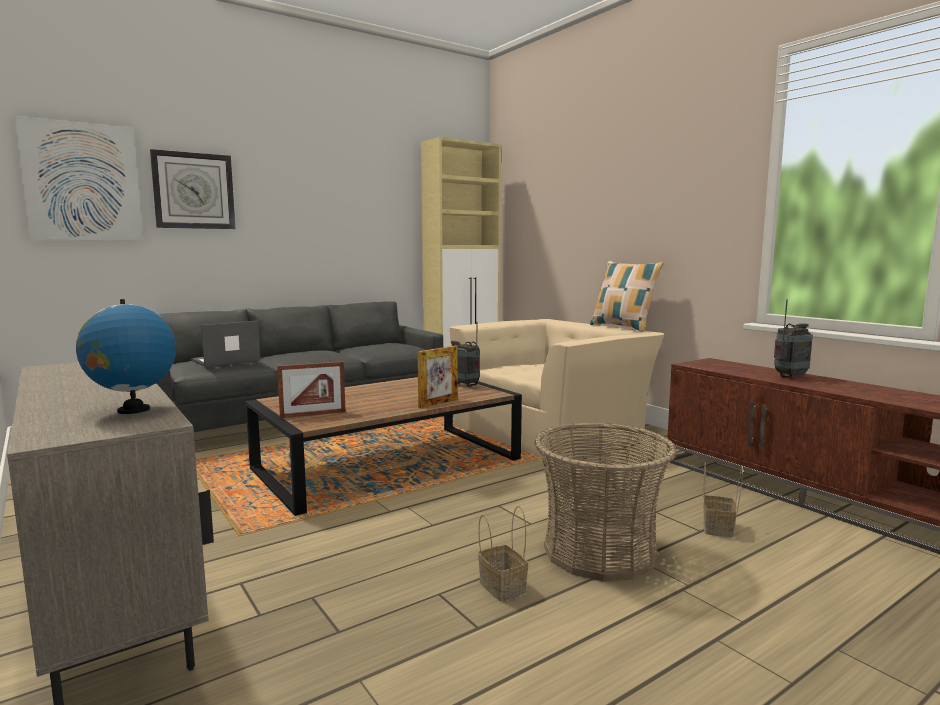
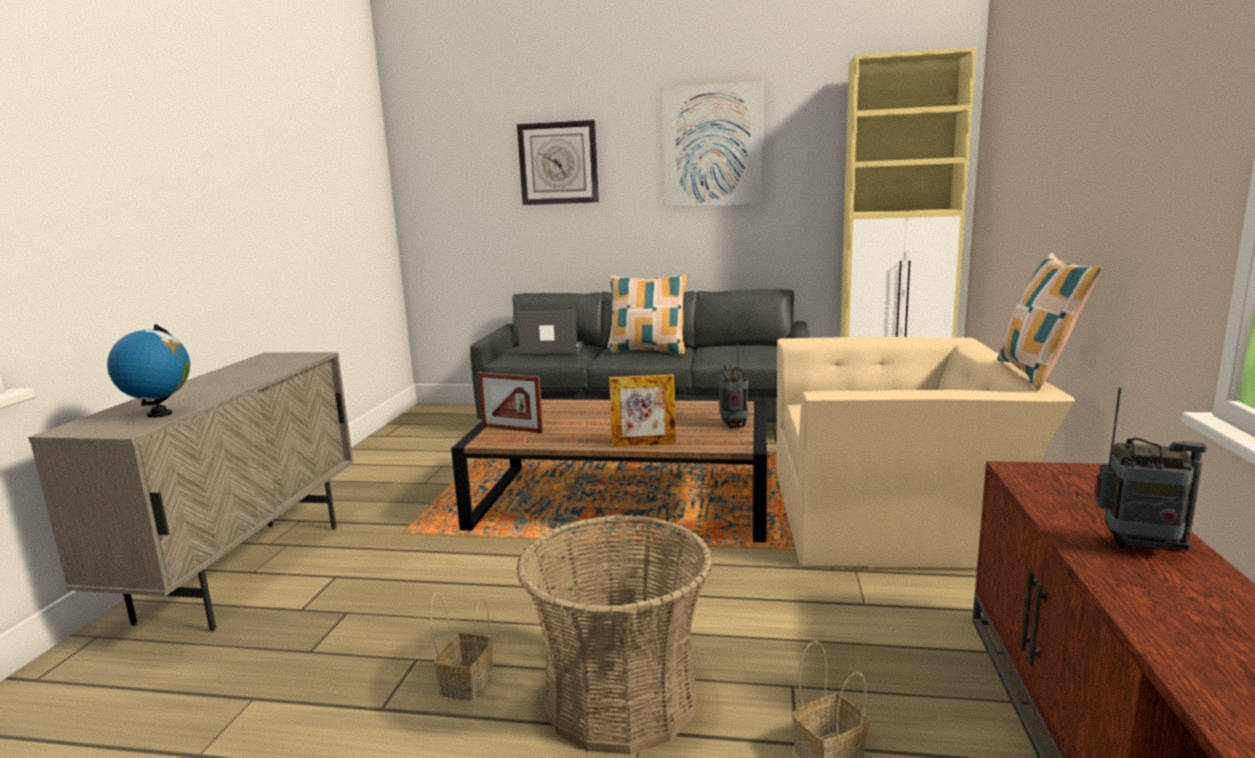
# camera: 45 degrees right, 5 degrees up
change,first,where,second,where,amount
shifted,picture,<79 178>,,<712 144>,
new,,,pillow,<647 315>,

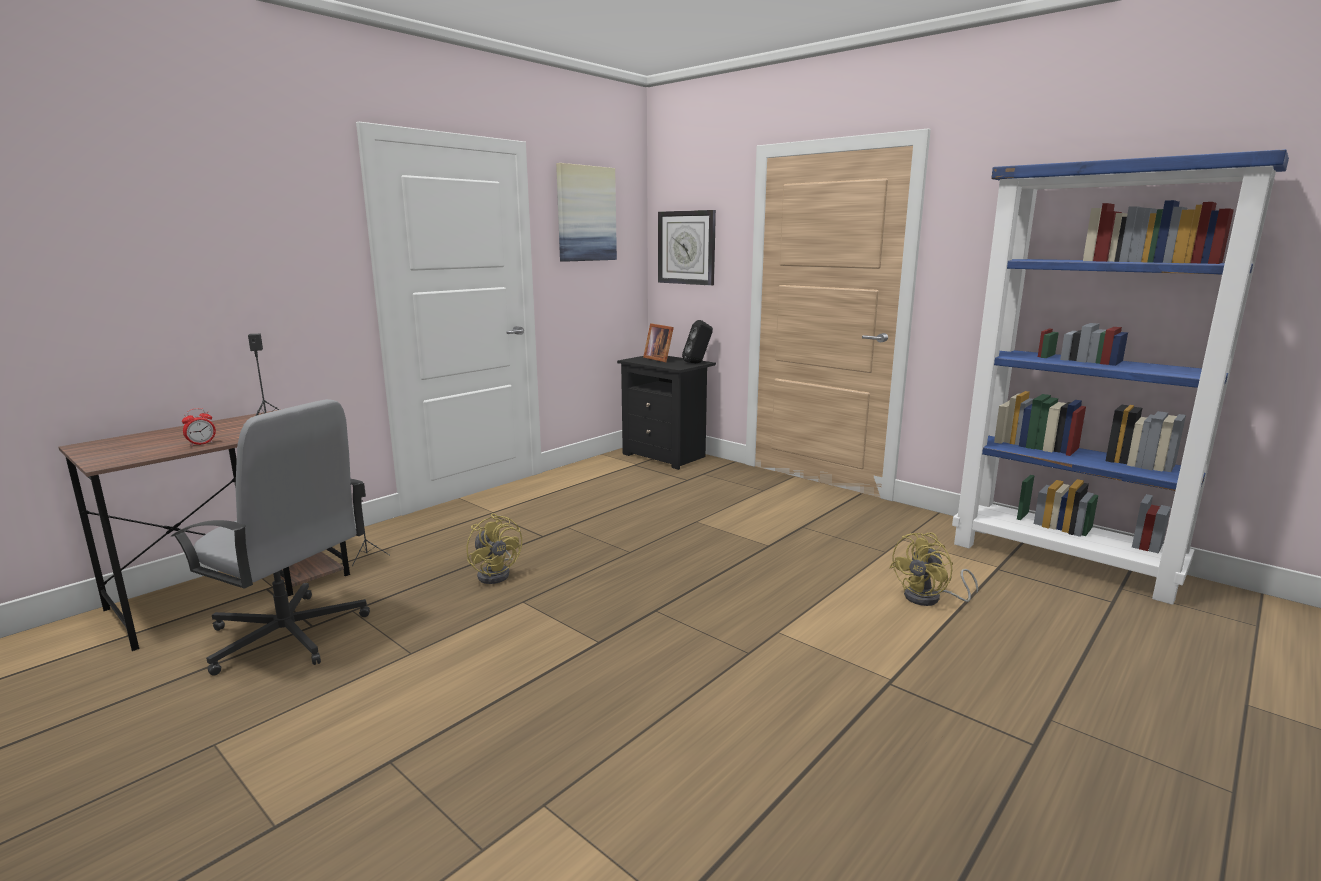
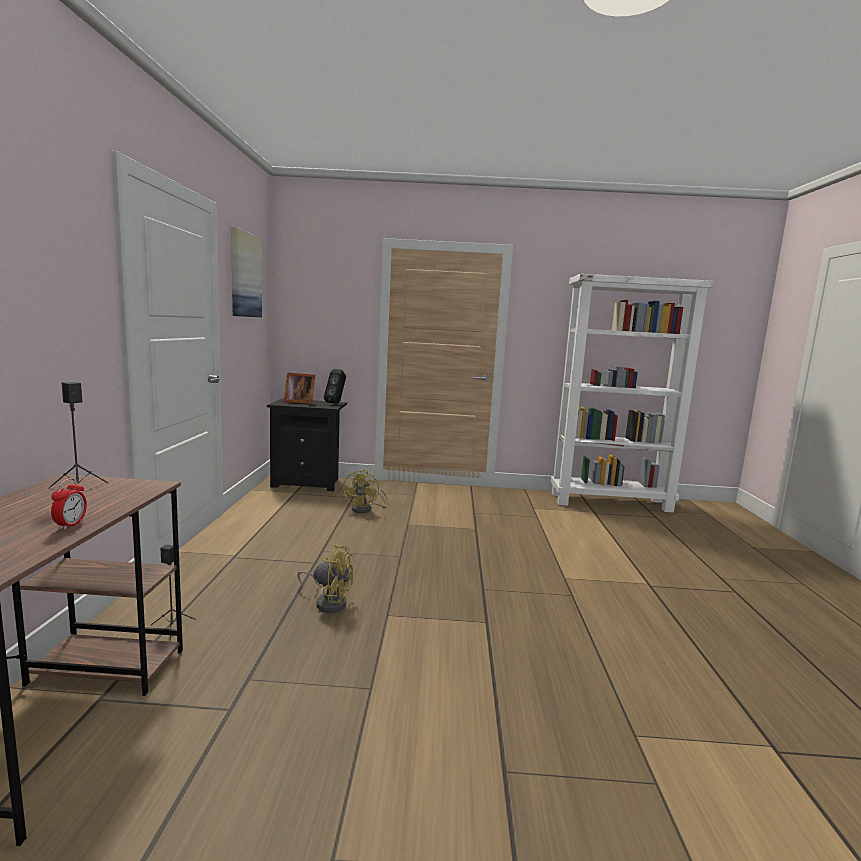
# camera: 40 degrees left, 5 degrees down
change,first,where,second,where,amount
gone,office chair/grey,<270 537>,,,
gone,wall clock,<687 248>,,,
shifted,fan/yellow,<933 569>,,<365 491>,
repainted,bookcase/blue,<1120 377>,bookcase/white,<633 393>,

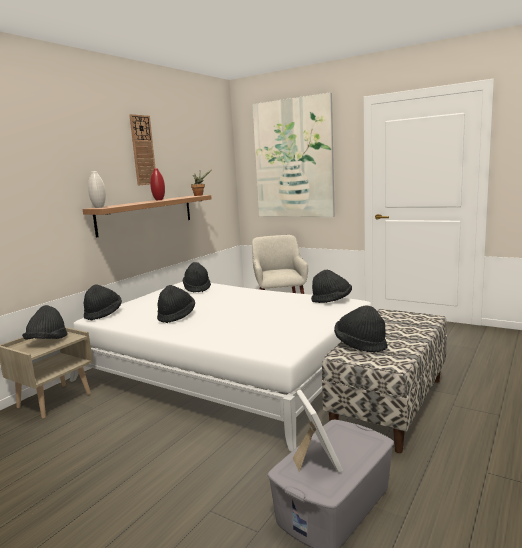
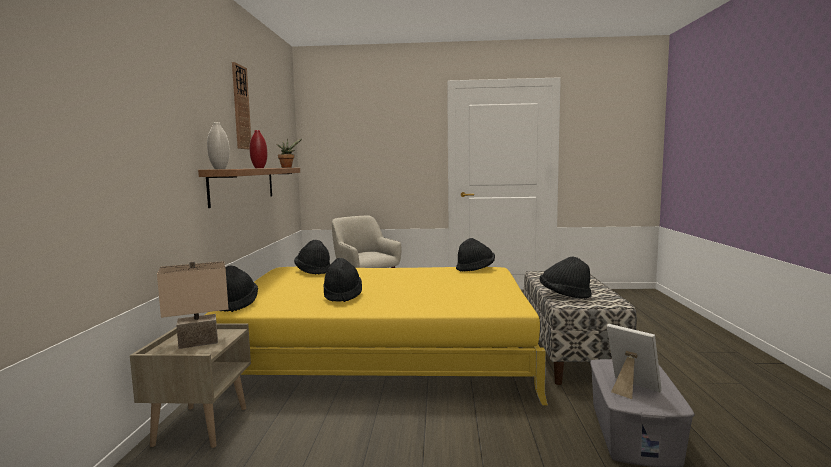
# camera: 30 degrees left, 5 degrees down
change,first,where,second,where,amount
swapped,hat/black,<45 322>,table lamp/beige,<193 305>,
repainted,bed/white,<221 367>,bed/yellow,<376 336>,
gone,picture,<293 154>,,,

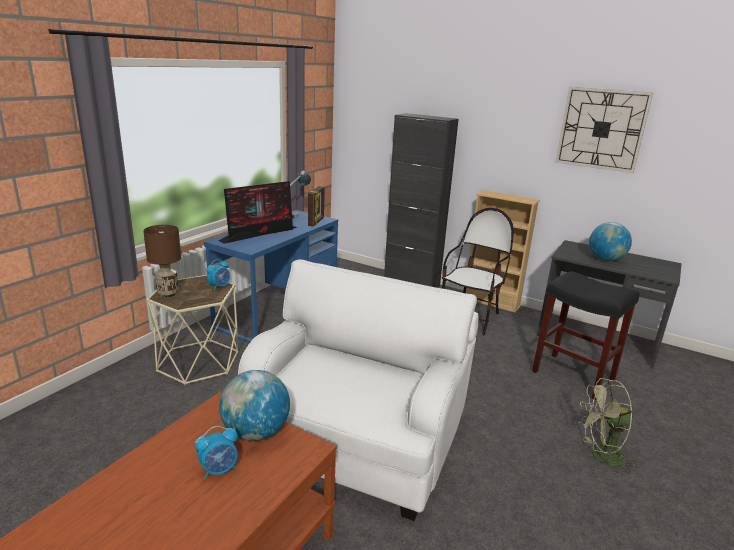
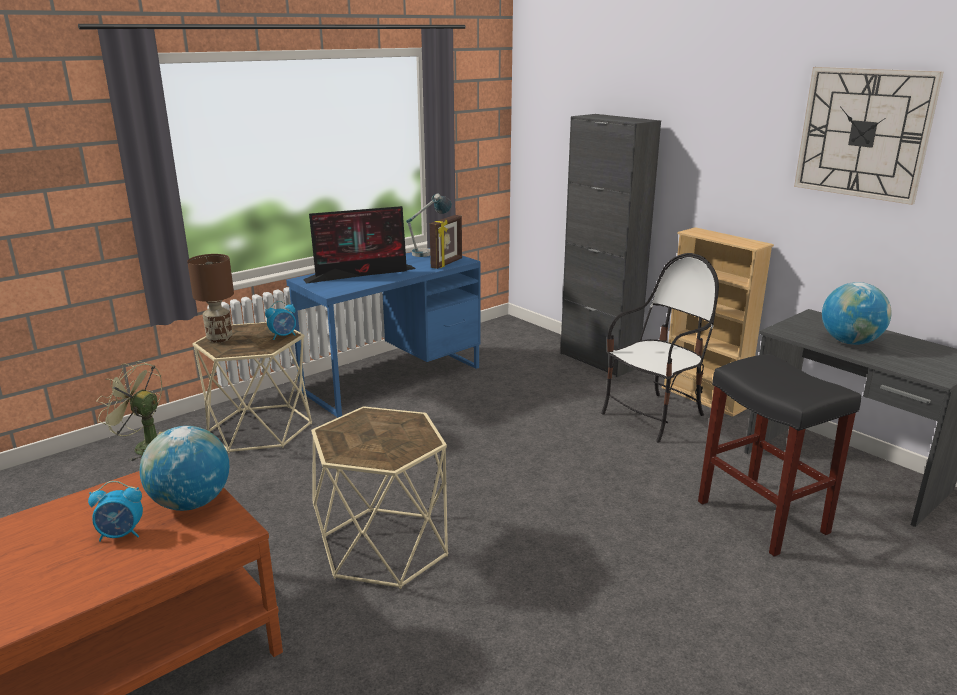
# camera: 20 degrees right, 0 degrees up
change,first,where,second,where,amount
swapped,armchair/white,<358 390>,side table/beige,<379 497>,
shifted,fan/green,<608 427>,,<129 411>,

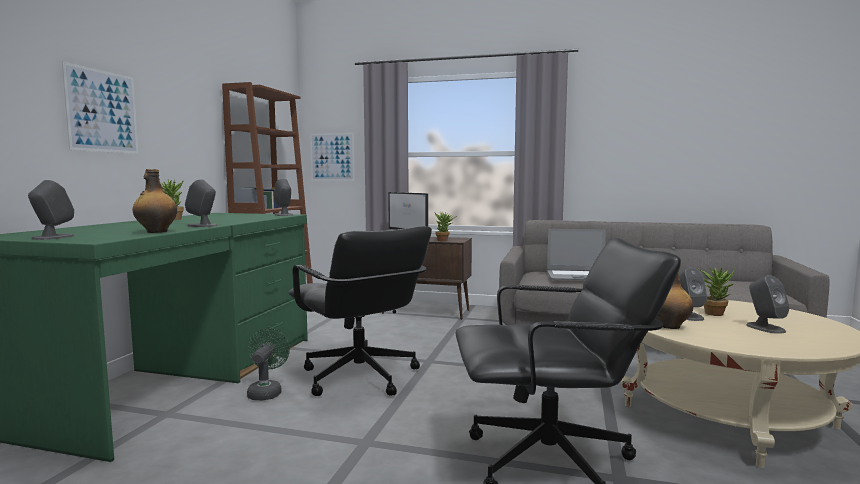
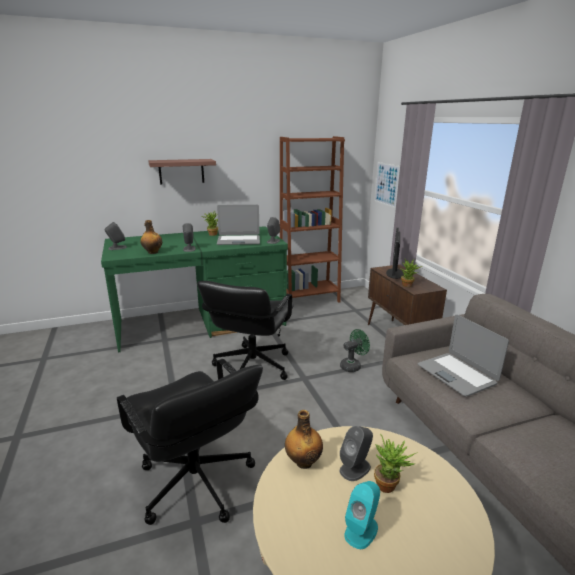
# camera: 55 degrees right, 15 degrees up
change,first,where,second,where,amount
swapped,picture,<100 108>,shelf,<182 172>,
shifted,fan/green,<268 364>,,<355 350>,
repainted,speaker/grey,<768 304>,speaker/turquoise,<362 515>,
new,,,laptop,<238 225>,

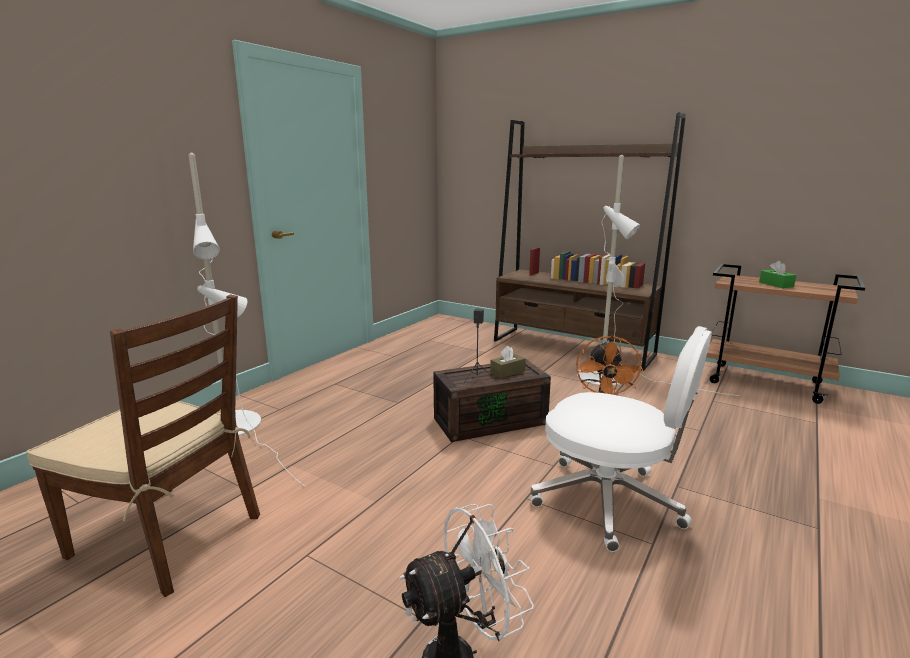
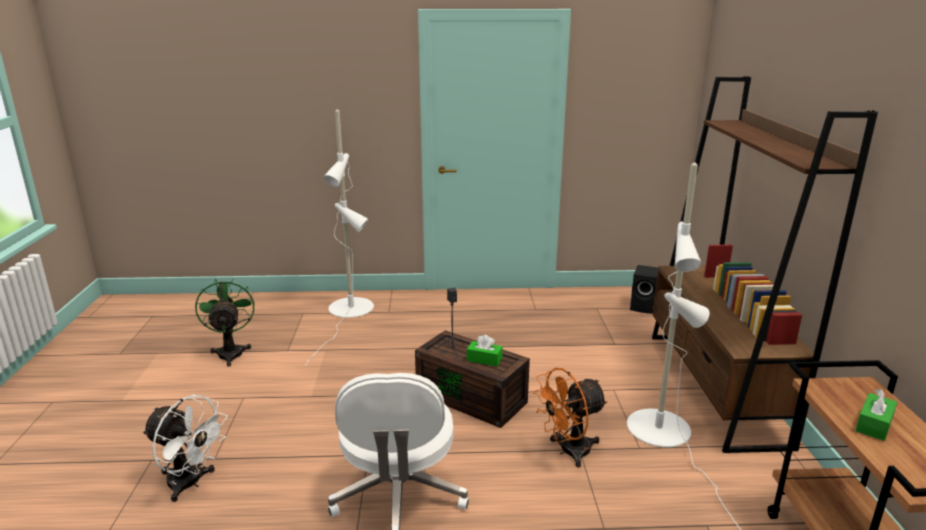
# camera: 55 degrees right, 5 degrees up
change,first,where,second,where,amount
swapped,chair/brown,<143 446>,fan/green,<225 323>,
repainted,tissue box/brown,<508 362>,tissue box/green,<485 350>,
new,,,speaker/black,<644 289>,

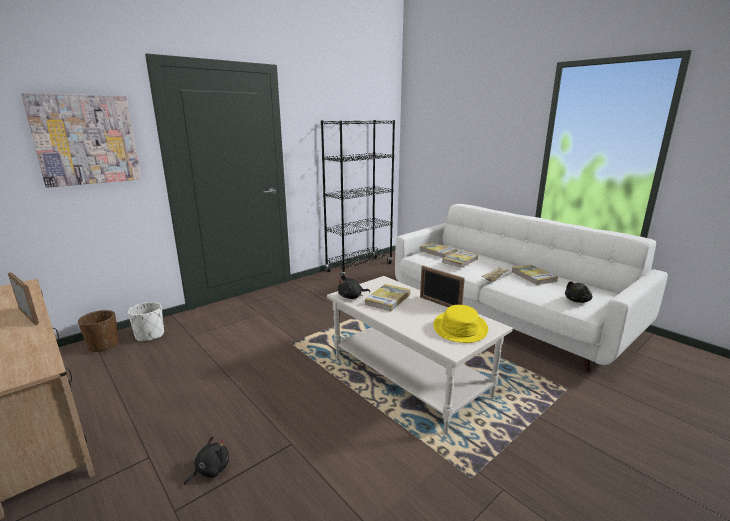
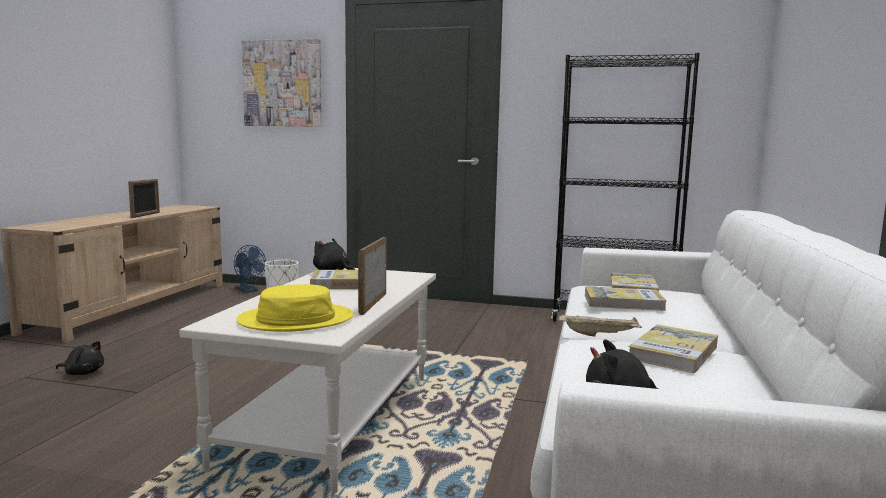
# camera: 55 degrees right, 10 degrees down
change,first,where,second,where,amount
swapped,planter/brown,<98 331>,fan/blue,<250 269>,

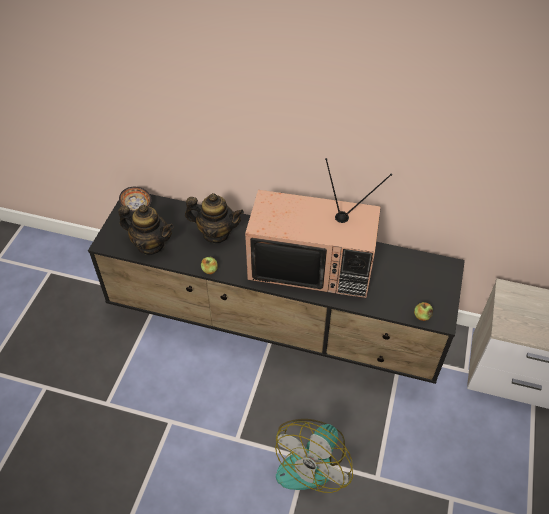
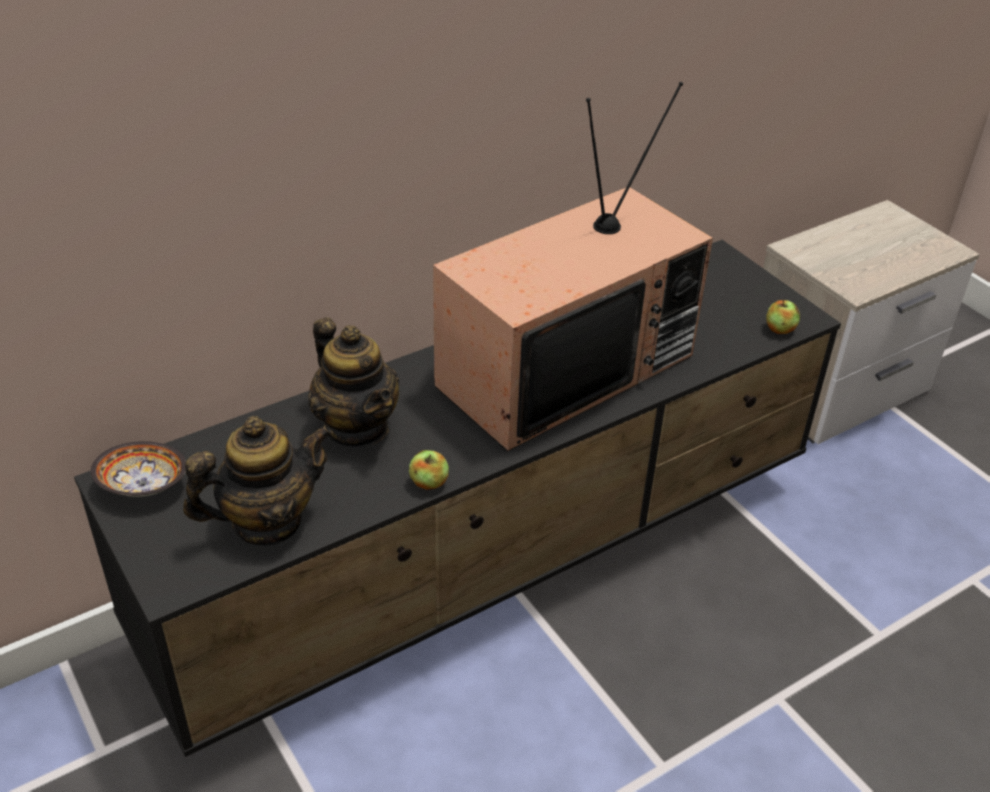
# camera: 50 degrees left, 10 degrees down
change,first,where,second,where,amount
rotated,teapot,<214 218>,,<353 382>,90 degrees clockwise
gone,fan,<314 456>,,,

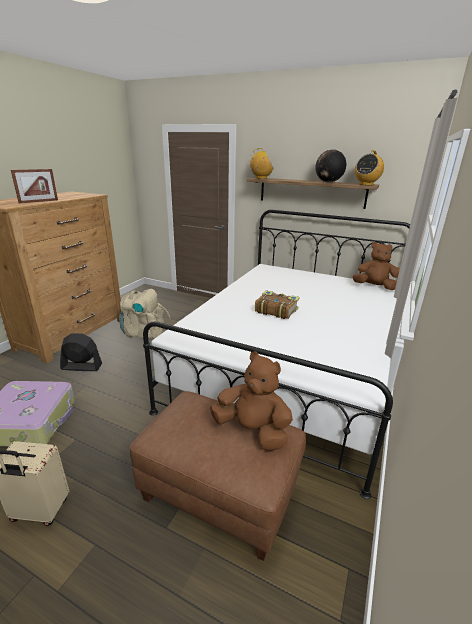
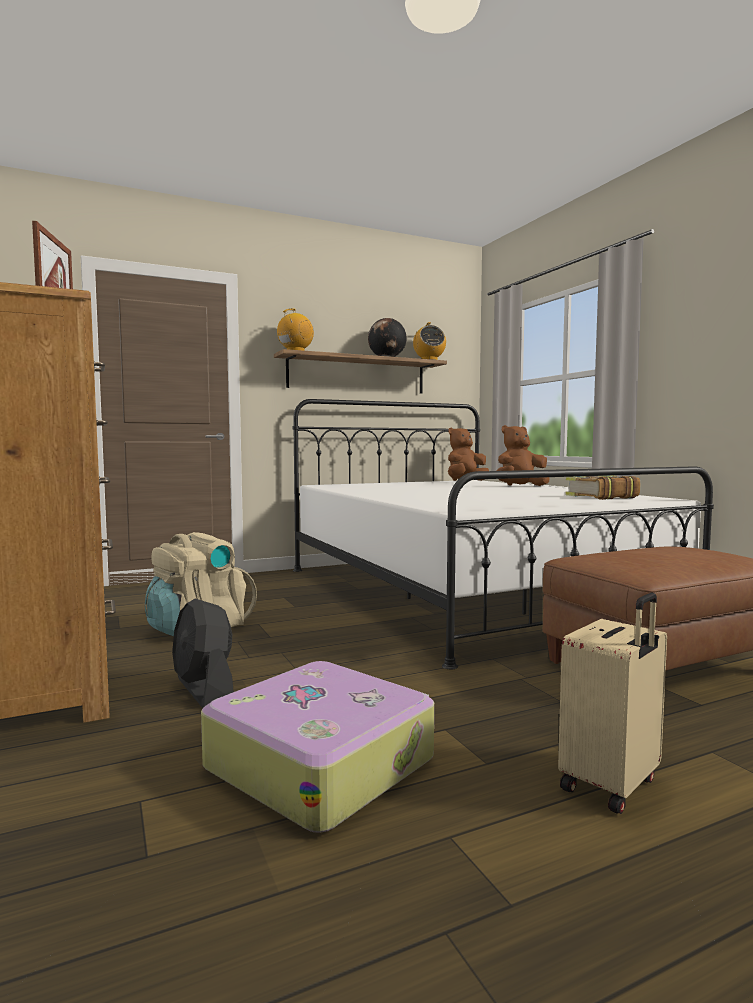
# camera: 50 degrees left, 20 degrees down
change,first,where,second,where,amount
rotated,fan/black,<81 352>,,<203 653>,75 degrees counterclockwise
shifted,plush toy/brown,<251 401>,,<523 455>,
shifted,book,<277 304>,,<602 487>,

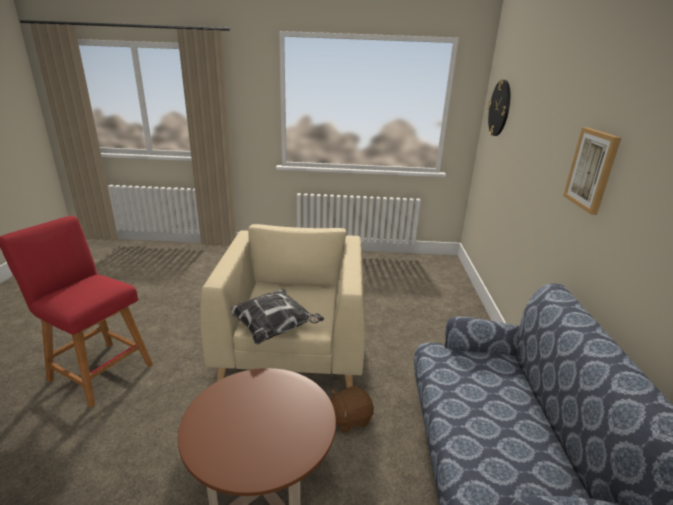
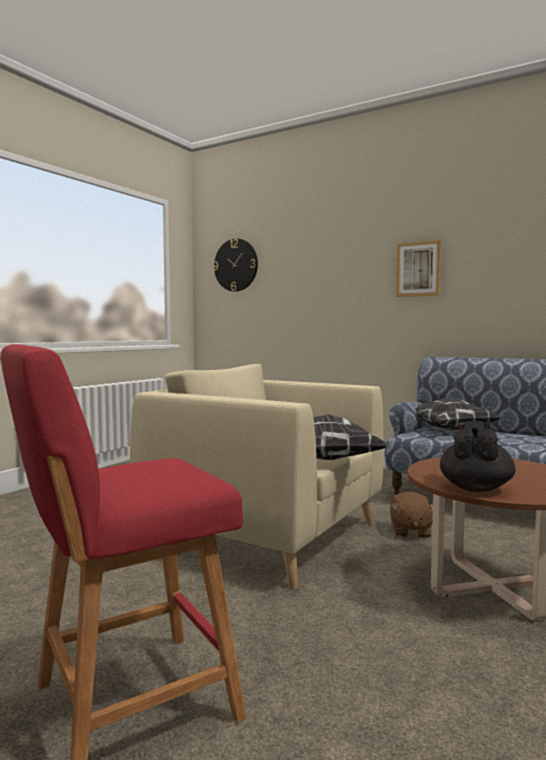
# camera: 60 degrees left, 20 degrees down
change,first,where,second,where,amount
new,,,pillow,<458 413>,
new,,,teapot/black,<477 456>,

